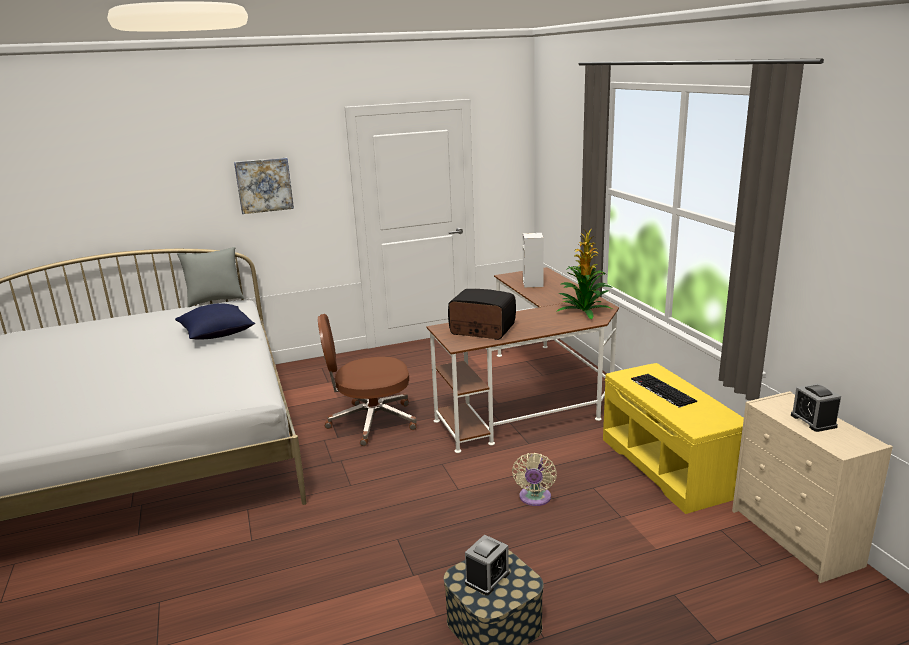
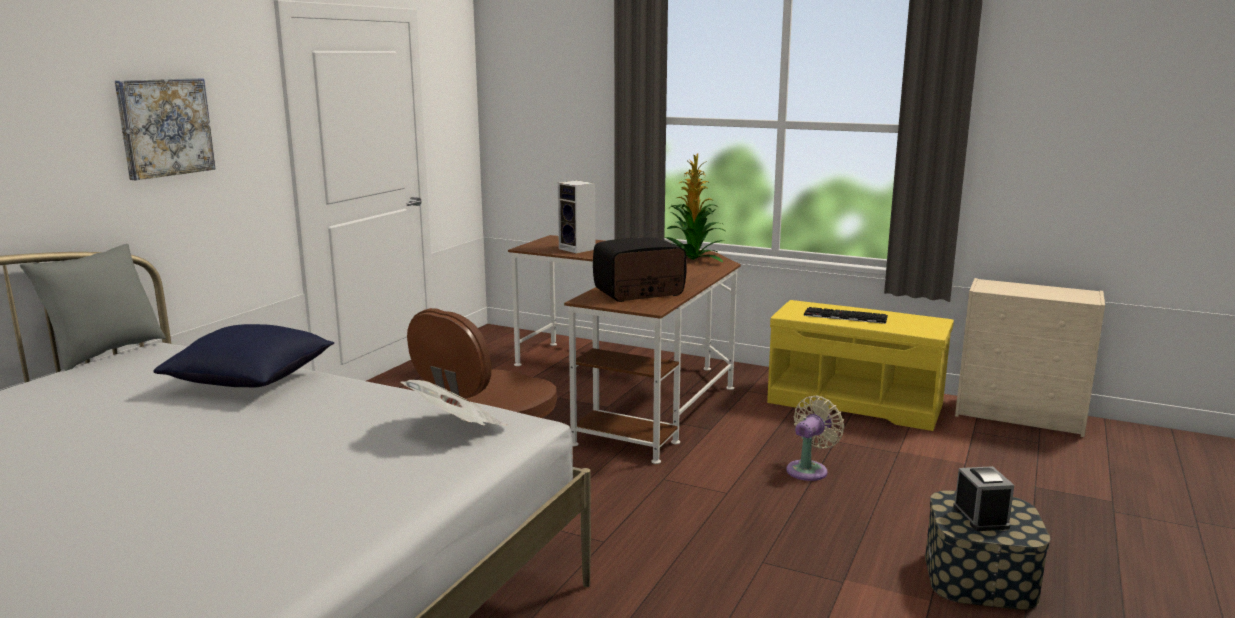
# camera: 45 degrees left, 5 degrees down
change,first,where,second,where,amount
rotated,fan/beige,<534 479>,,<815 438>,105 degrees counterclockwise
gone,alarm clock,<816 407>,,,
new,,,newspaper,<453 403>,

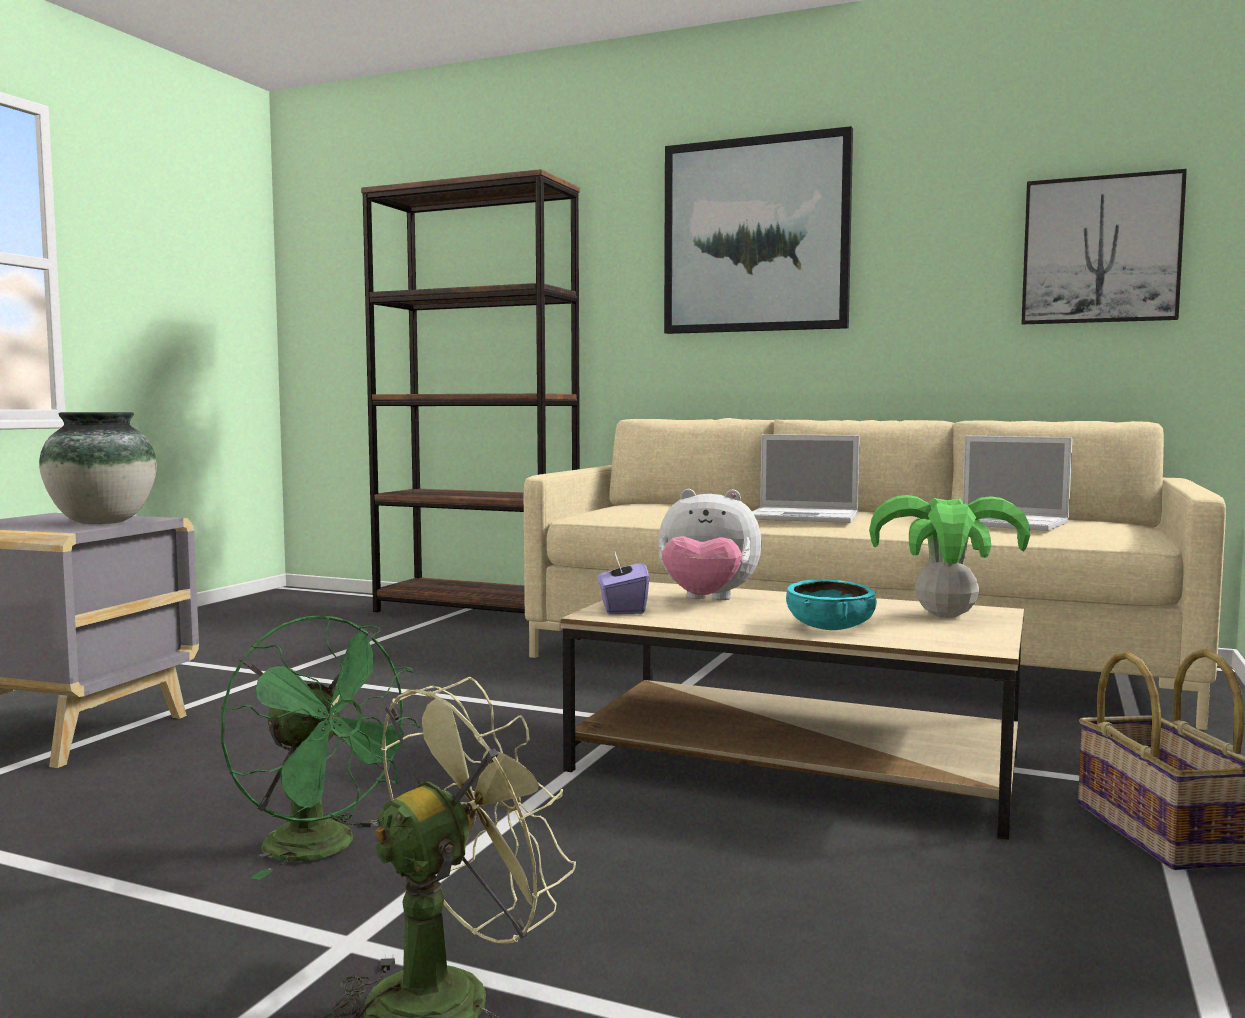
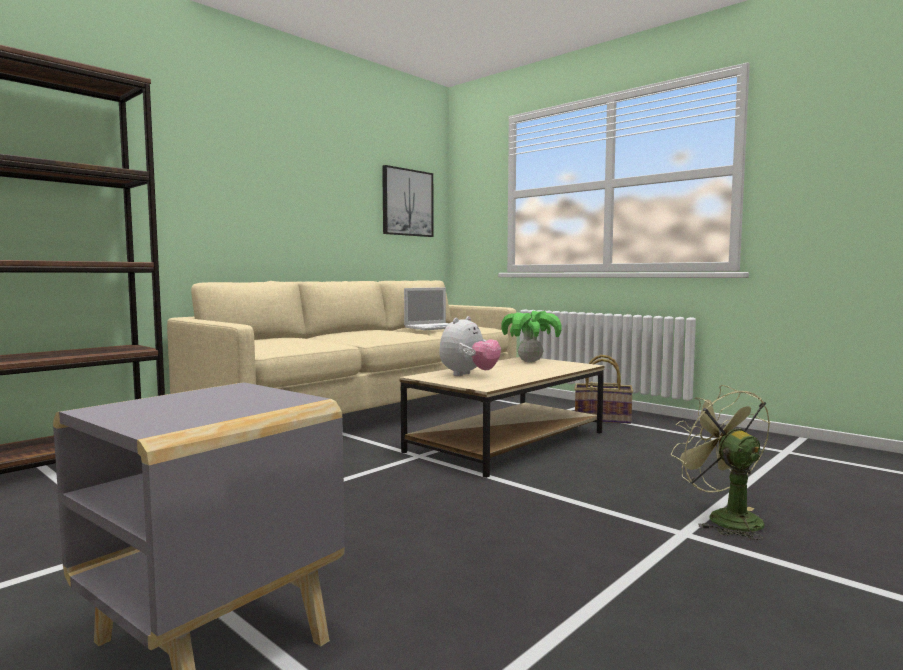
# camera: 70 degrees left, 0 degrees up
change,first,where,second,where,amount
gone,vase,<98 468>,,,
gone,fan/green,<320 747>,,,
gone,tissue box/purple,<623 583>,,,
gone,picture,<758 230>,,,
gone,laptop,<806 478>,,,
gone,bowl/turquoise,<831 604>,,,

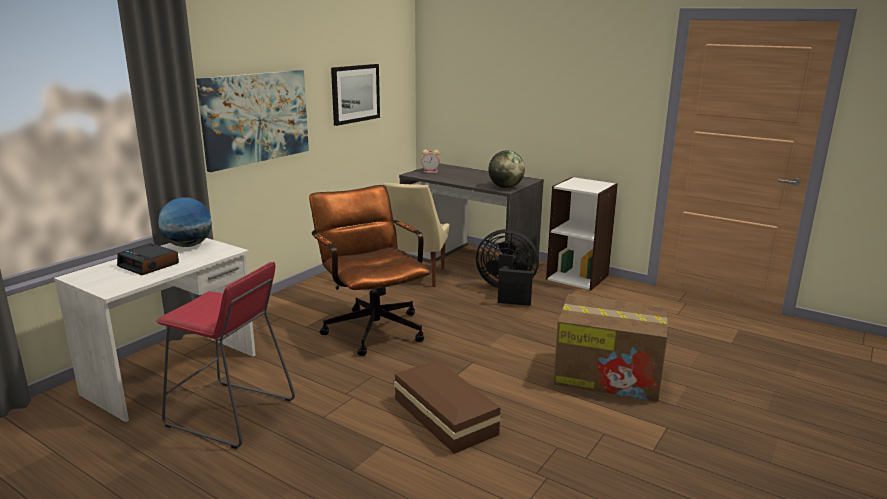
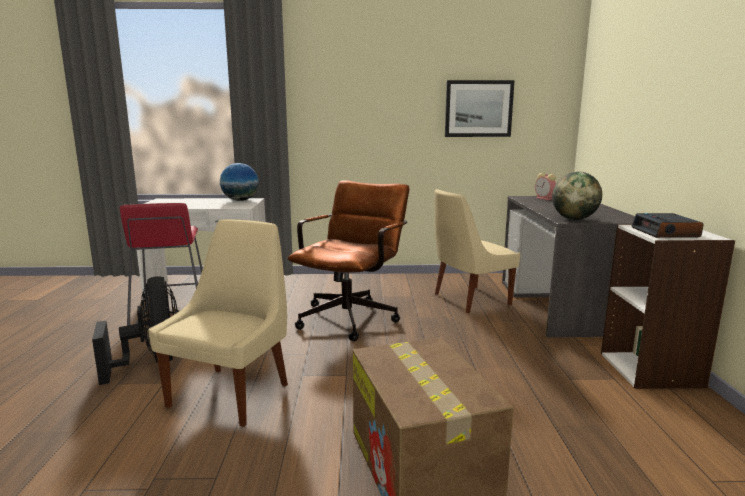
# camera: 55 degrees right, 5 degrees down
change,first,where,second,where,amount
shifted,alarm clock,<148 259>,,<668 225>,
gone,picture,<252 121>,,,
swapped,storage box/brown,<447 407>,chair/beige,<218 323>,
shifted,fan/black,<507 267>,,<135 330>,

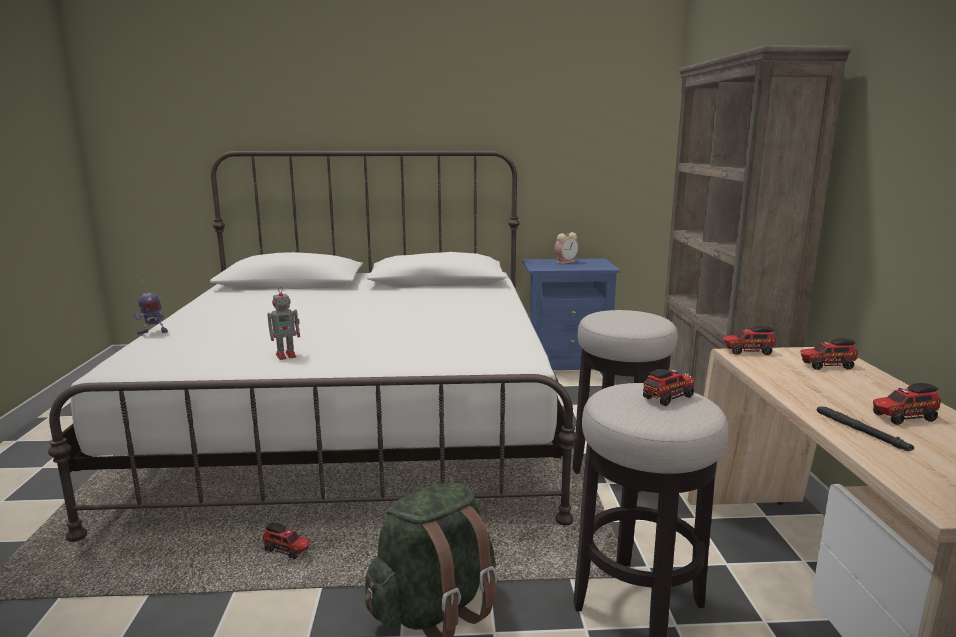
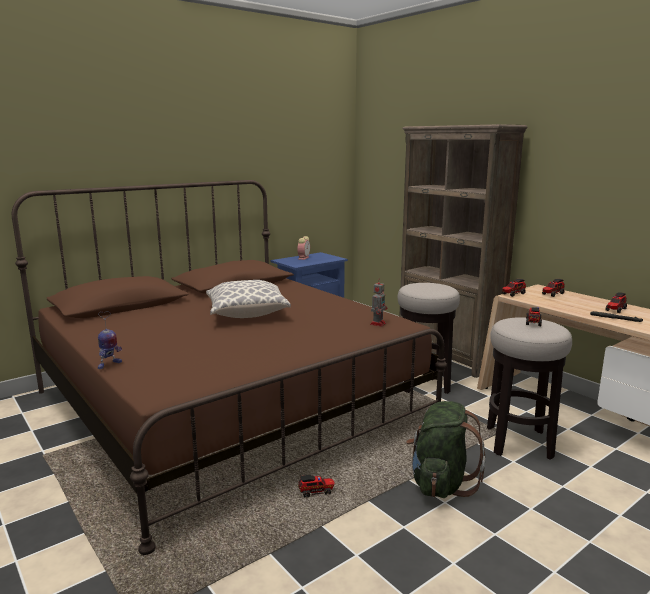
# camera: 35 degrees left, 0 degrees up
change,first,where,second,where,amount
repainted,bed/white,<313 346>,bed/brown,<229 367>,
shifted,toy robot,<283 323>,,<378 302>,
new,,,pillow,<248 299>,

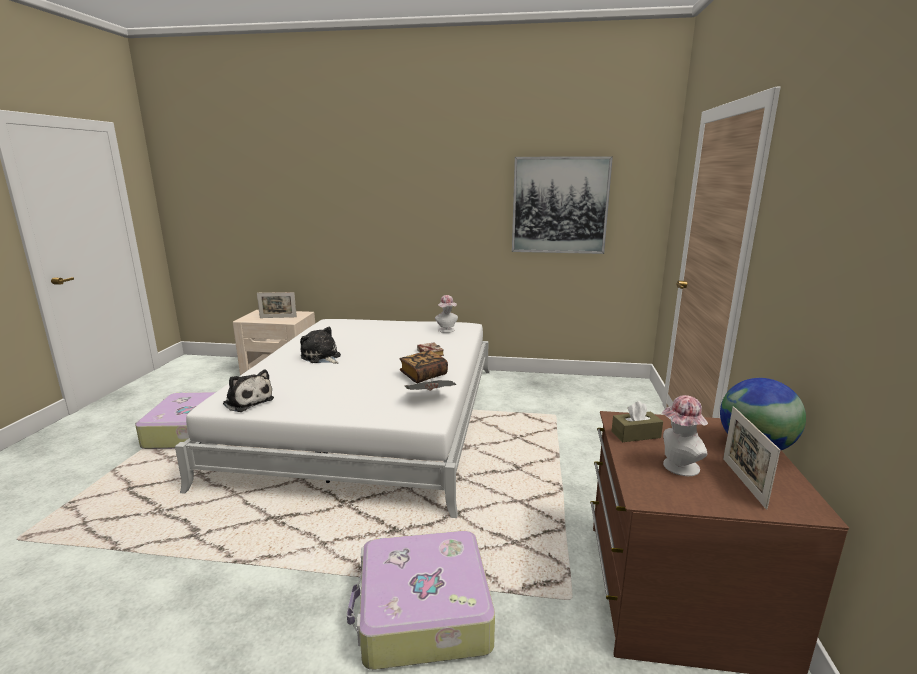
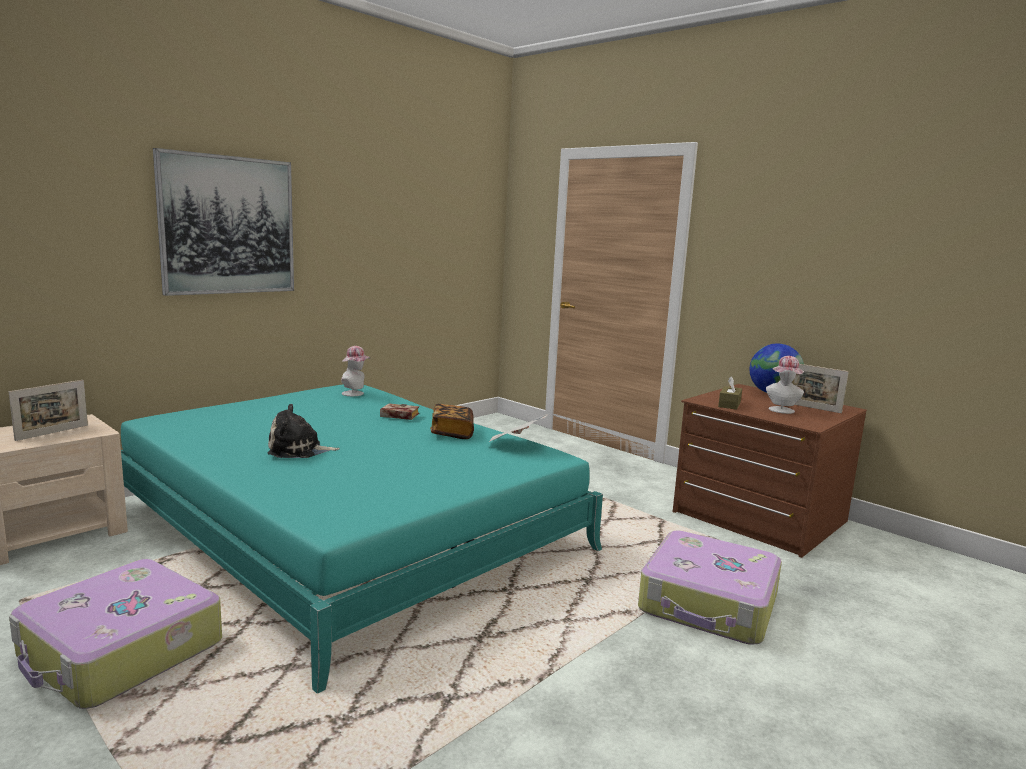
# camera: 55 degrees left, 5 degrees down
change,first,where,second,where,amount
repainted,bed/white,<332 418>,bed/turquoise,<362 539>,
gone,plush toy,<248 391>,,,
shifted,picture,<562 205>,,<223 222>,

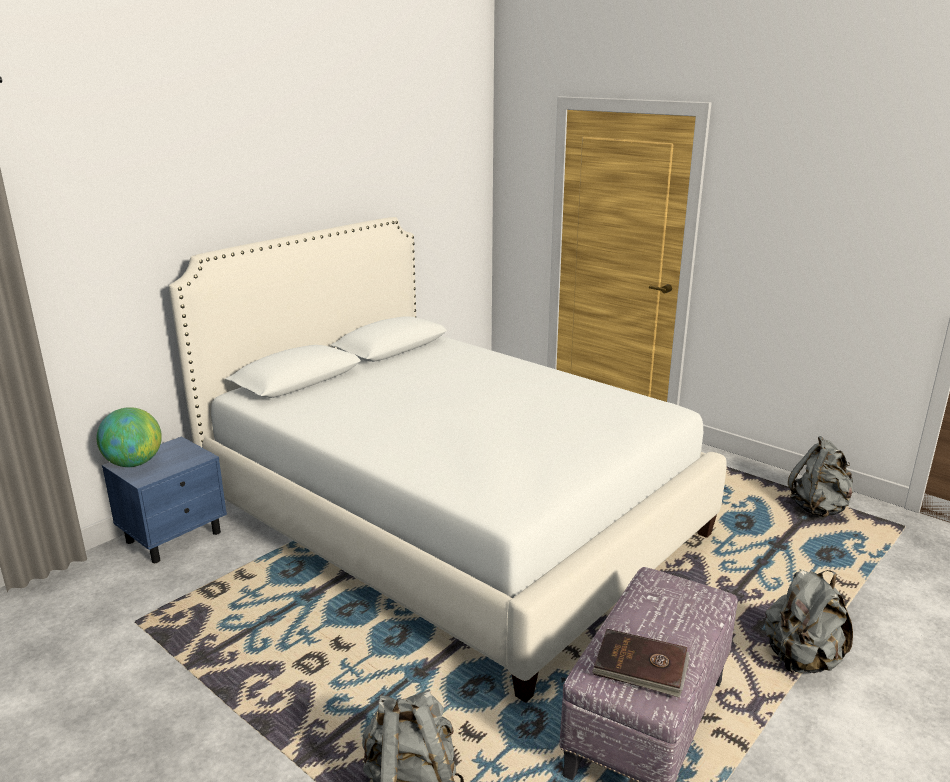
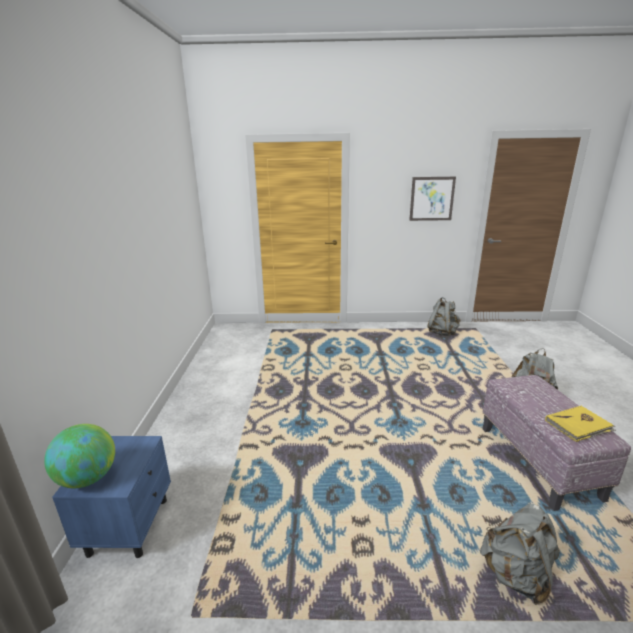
# camera: 40 degrees left, 0 degrees up
change,first,where,second,where,amount
gone,bed/white,<447 460>,,,
repainted,book/brown,<641 663>,book/yellow,<580 424>,
new,,,picture,<432 199>,

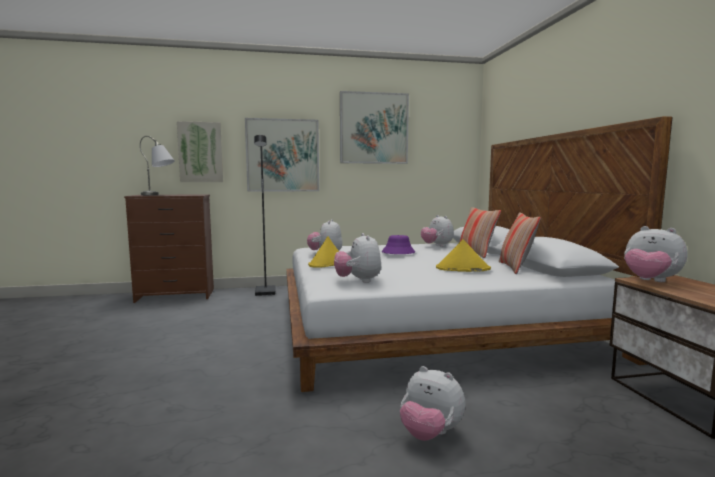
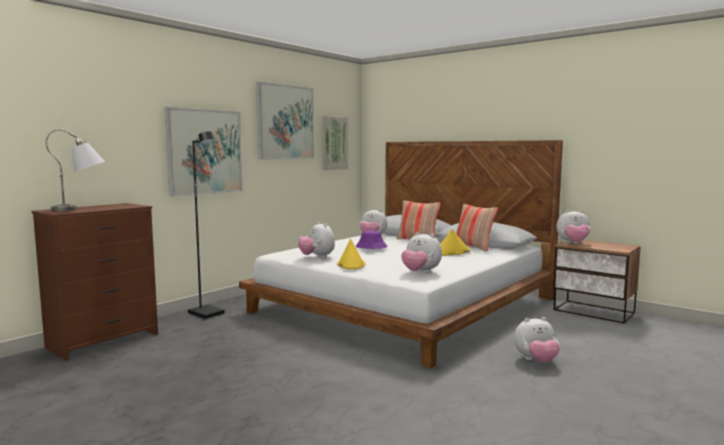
# camera: 40 degrees left, 0 degrees up
change,first,where,second,where,amount
shifted,picture,<200 151>,,<334 143>,

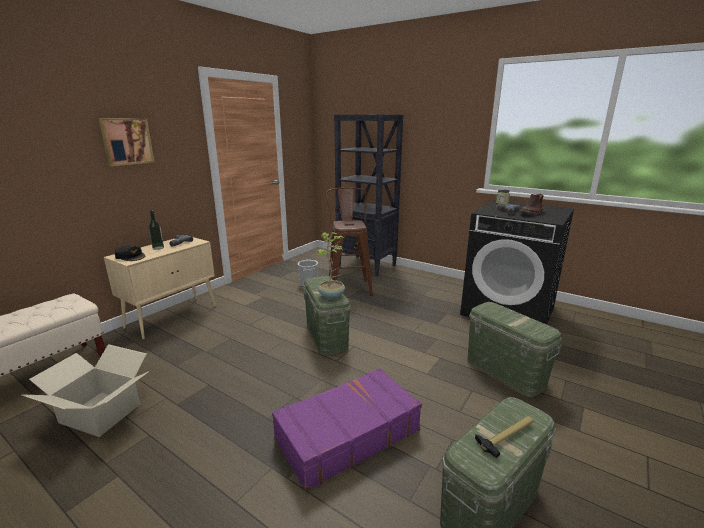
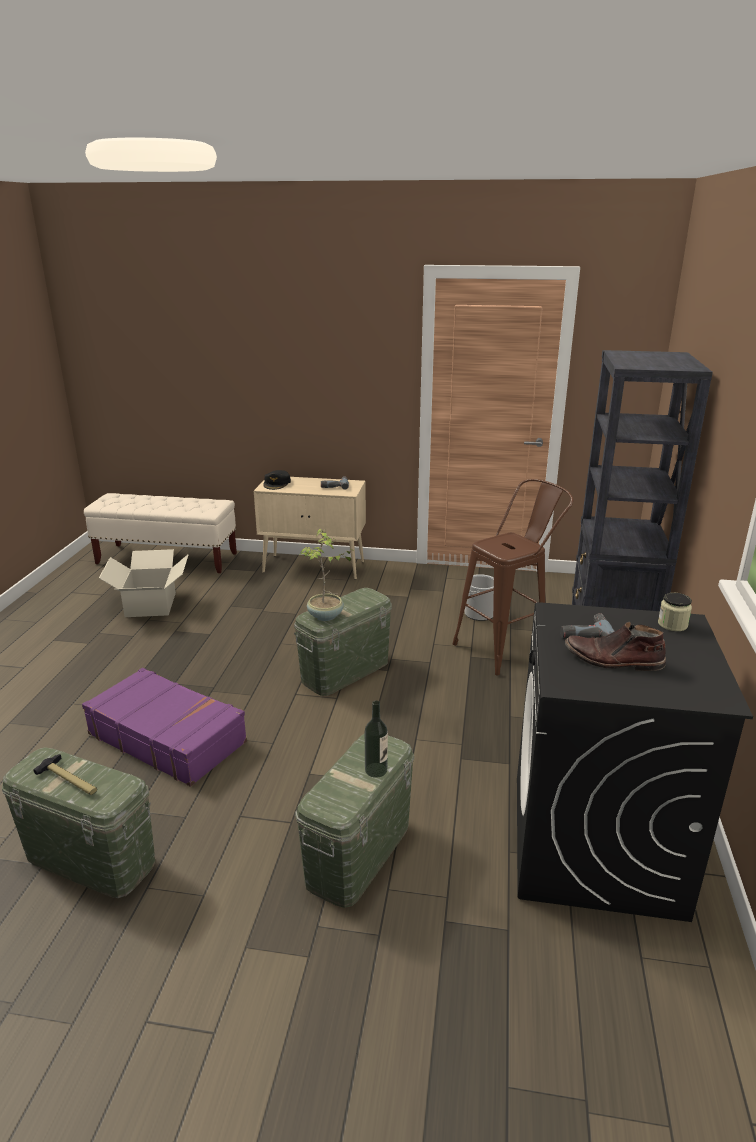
# camera: 65 degrees right, 5 degrees up
change,first,where,second,where,amount
gone,picture,<126 142>,,,
shifted,bottle,<156 230>,,<376 739>,

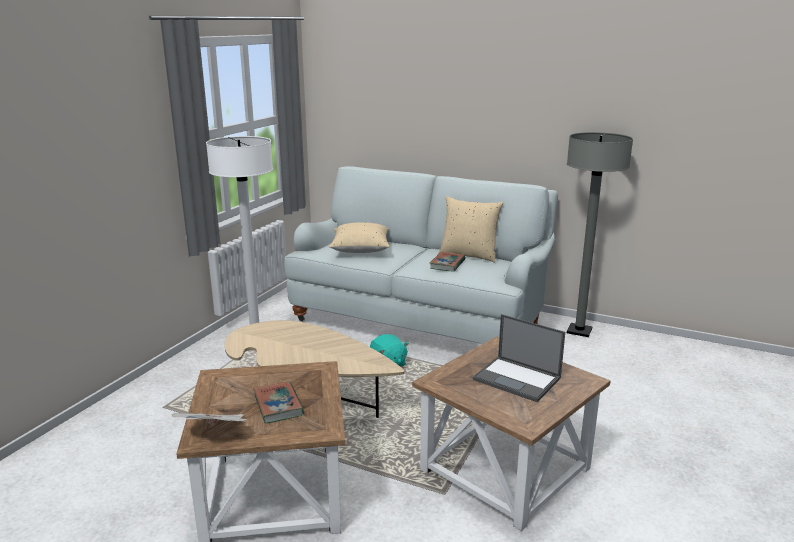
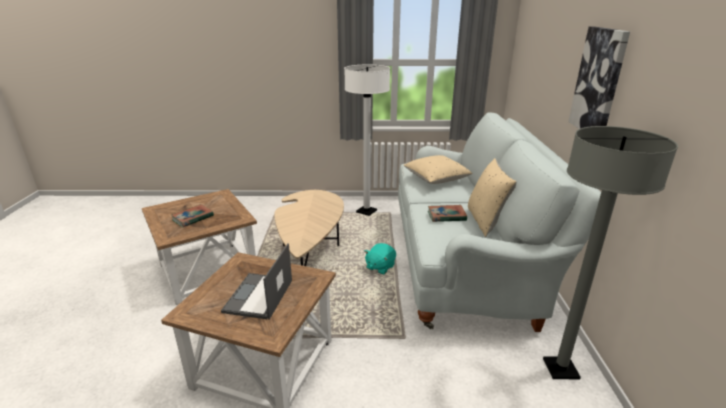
# camera: 65 degrees right, 5 degrees up
change,first,where,second,where,amount
gone,newspaper,<209 418>,,,
new,,,picture,<599 77>,

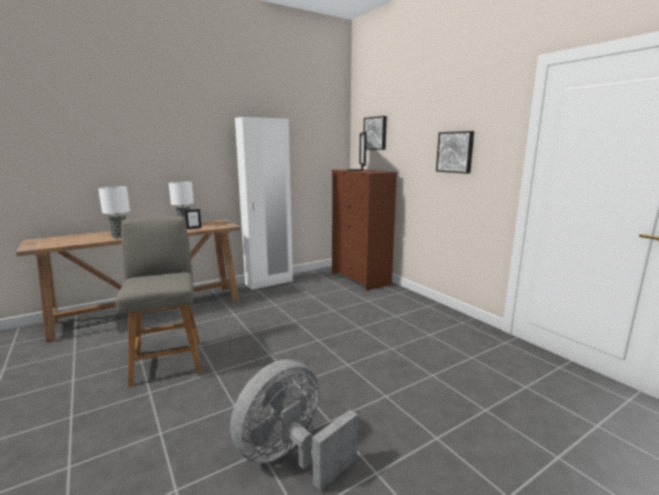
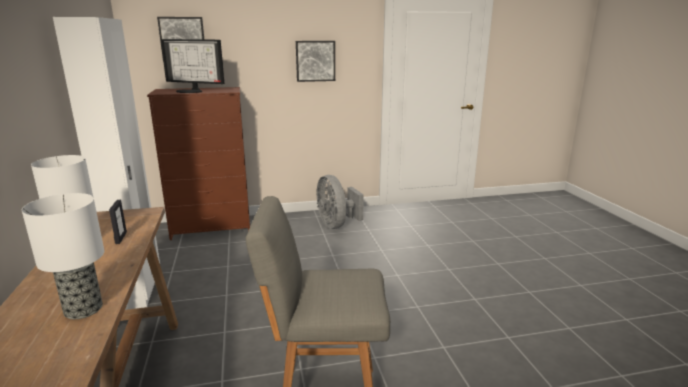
# camera: 70 degrees left, 5 degrees up
change,first,where,second,where,amount
shifted,fan/grey,<294 425>,,<340 202>,

